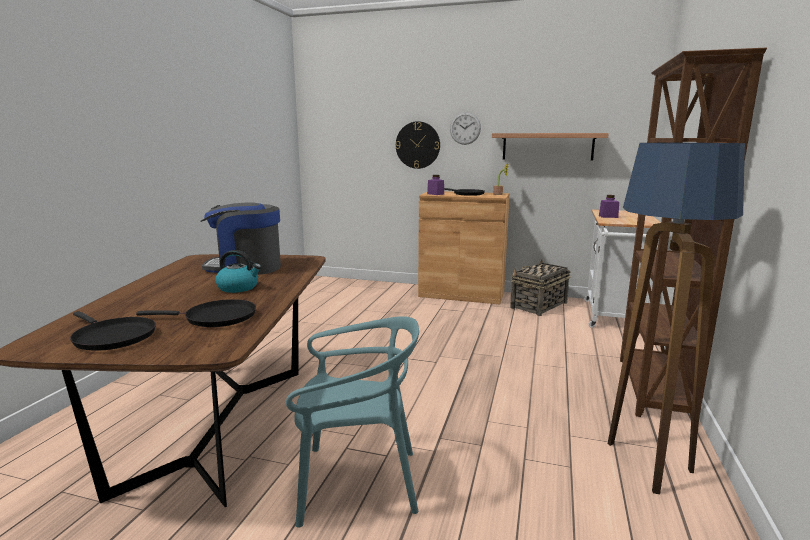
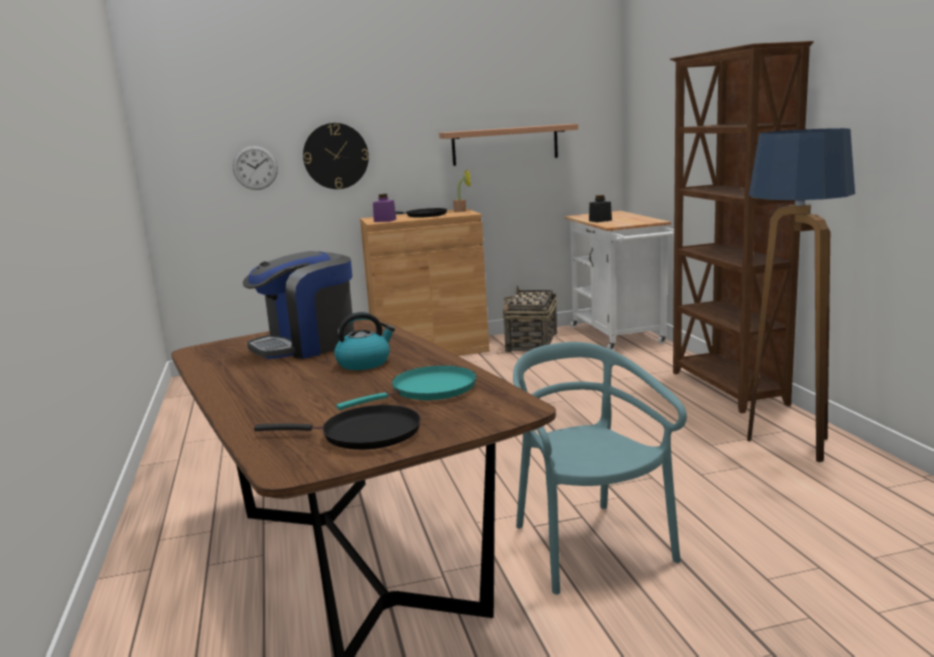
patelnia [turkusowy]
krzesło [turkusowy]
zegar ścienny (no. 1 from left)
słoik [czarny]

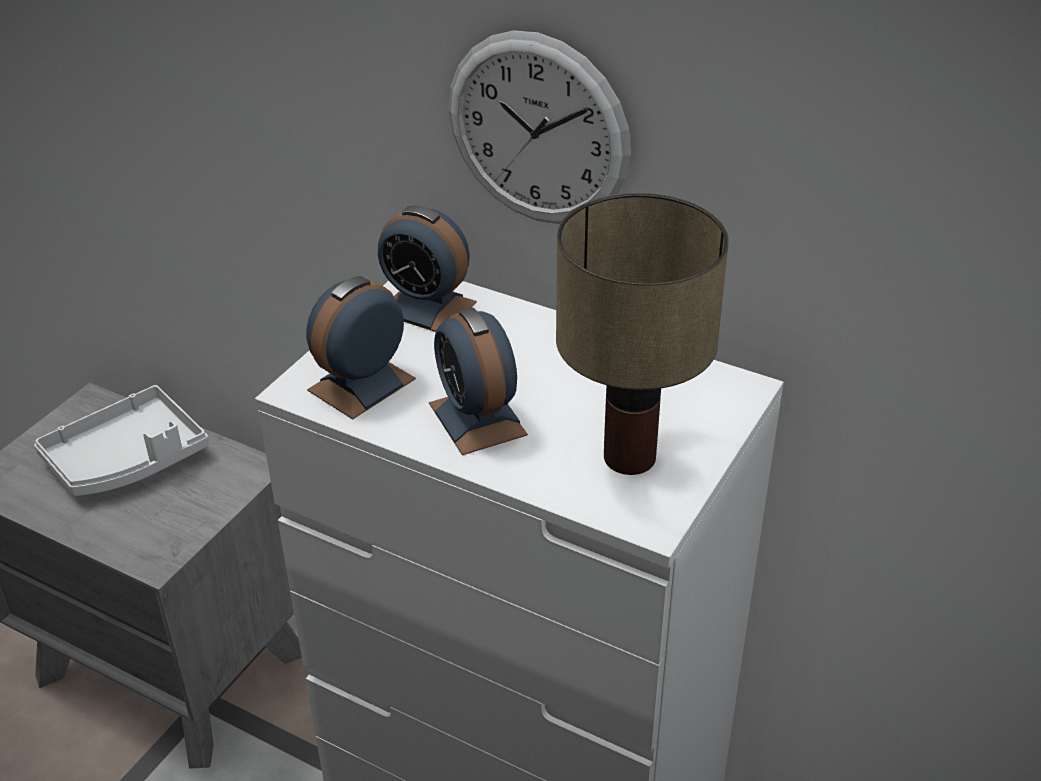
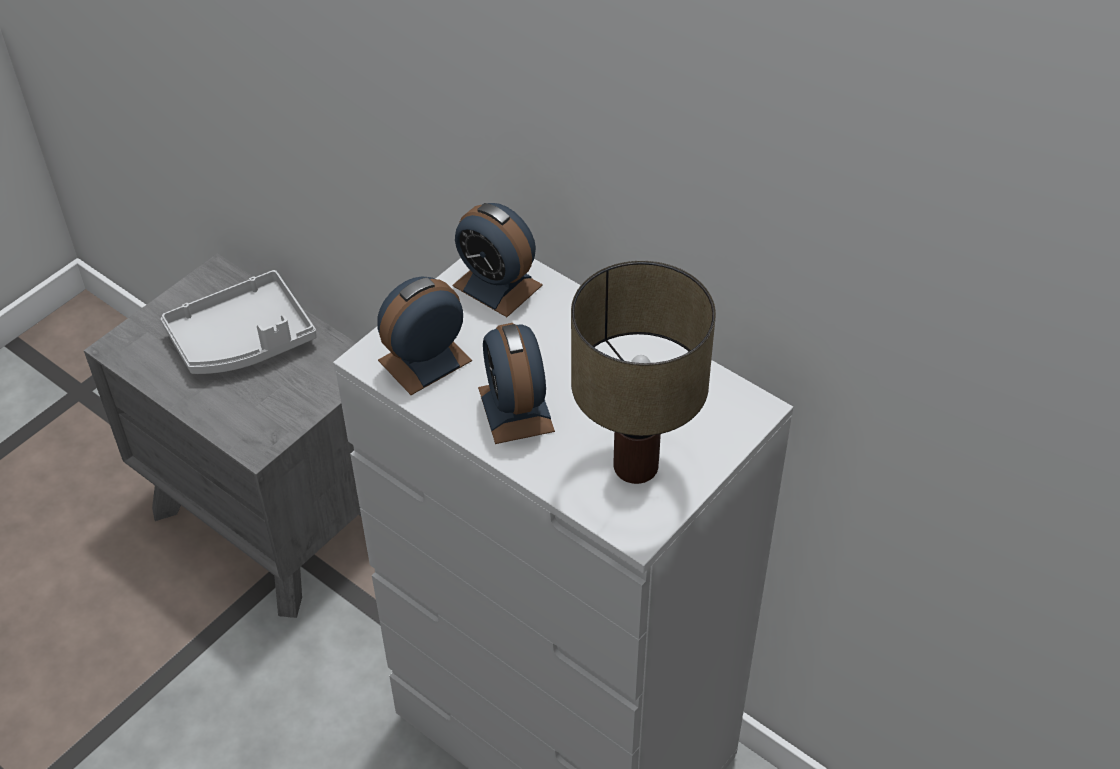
zegar ścienny

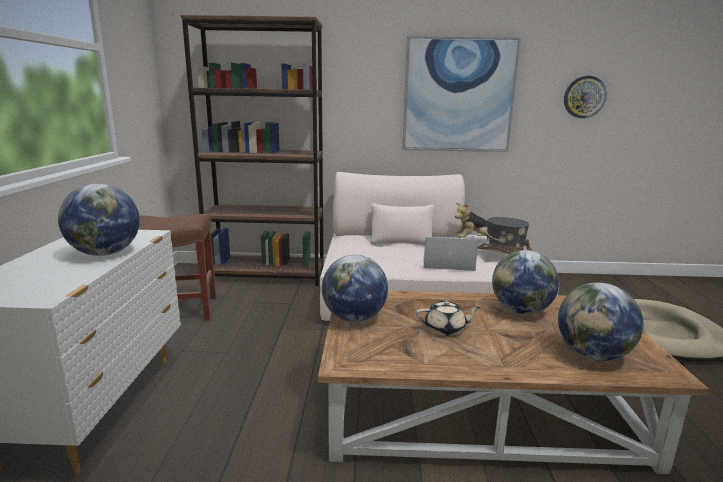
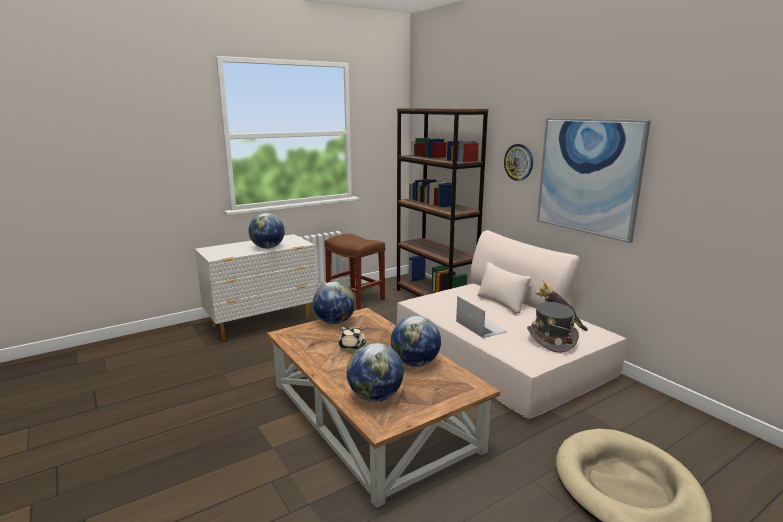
zegar ścienny

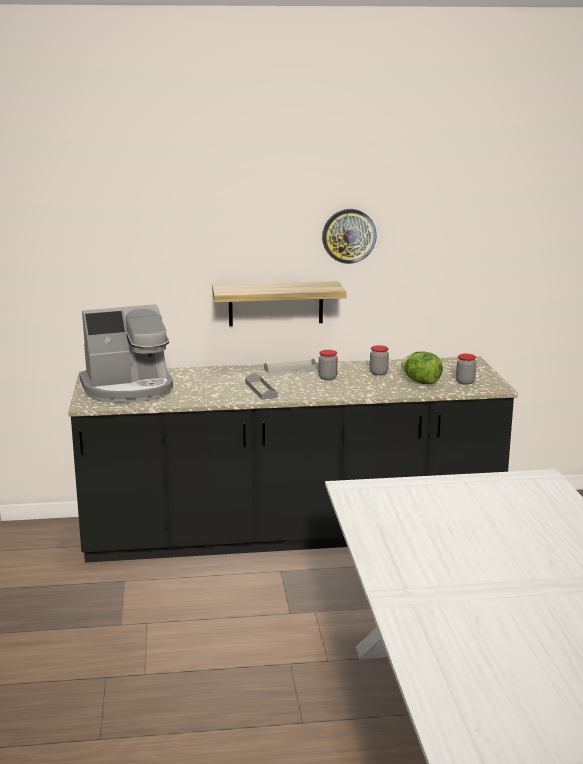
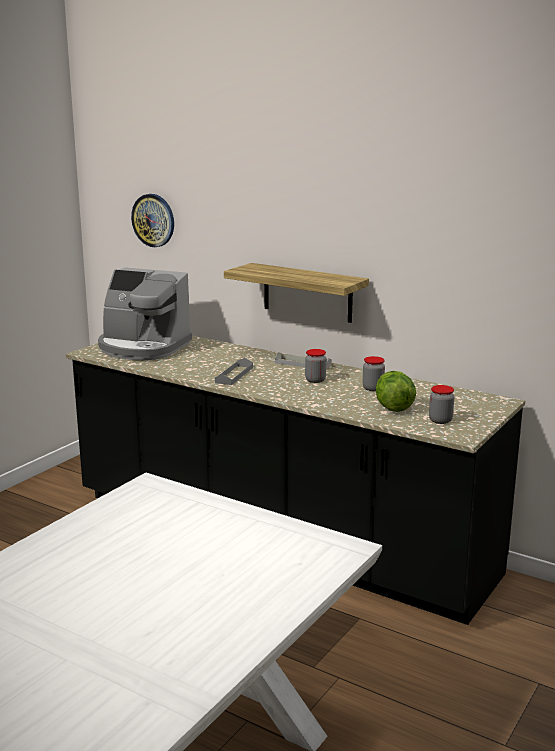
zegar ścienny

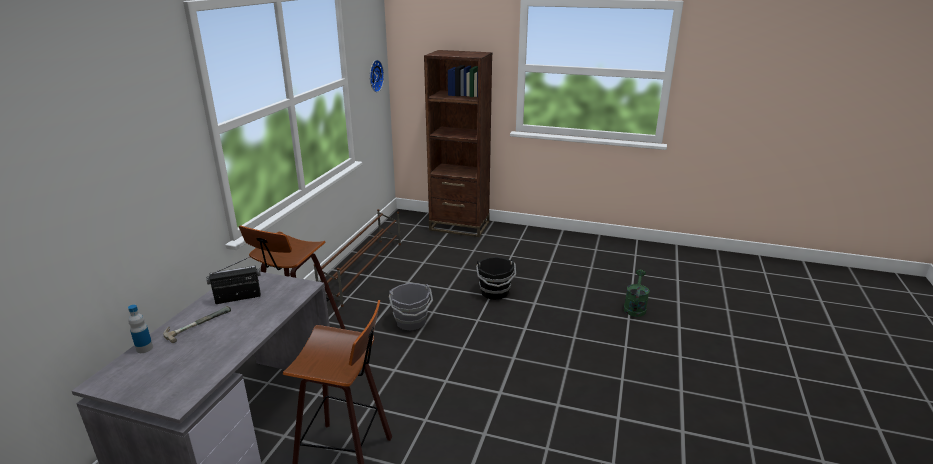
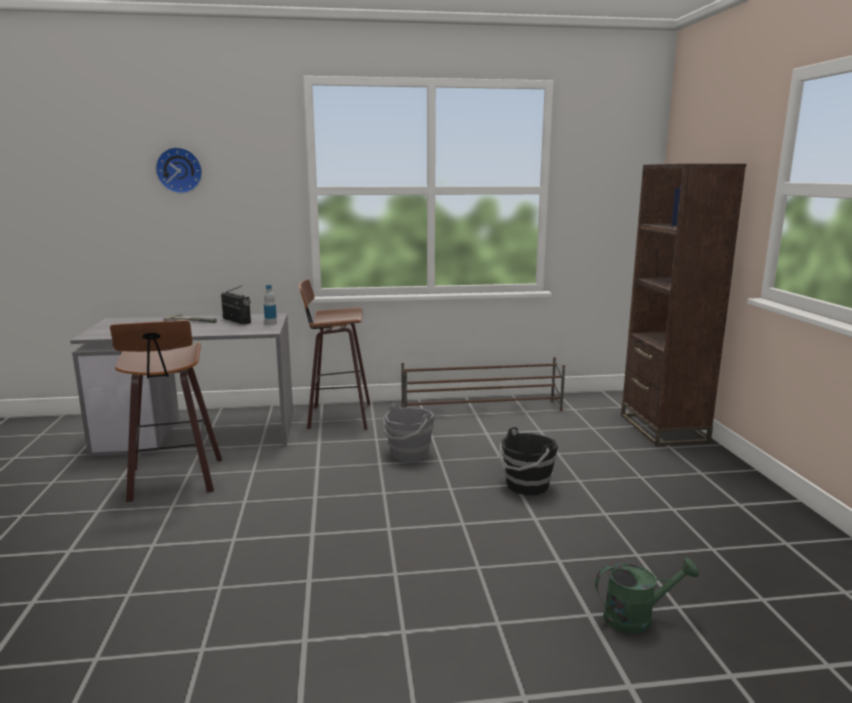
butelka
zegar ścienny

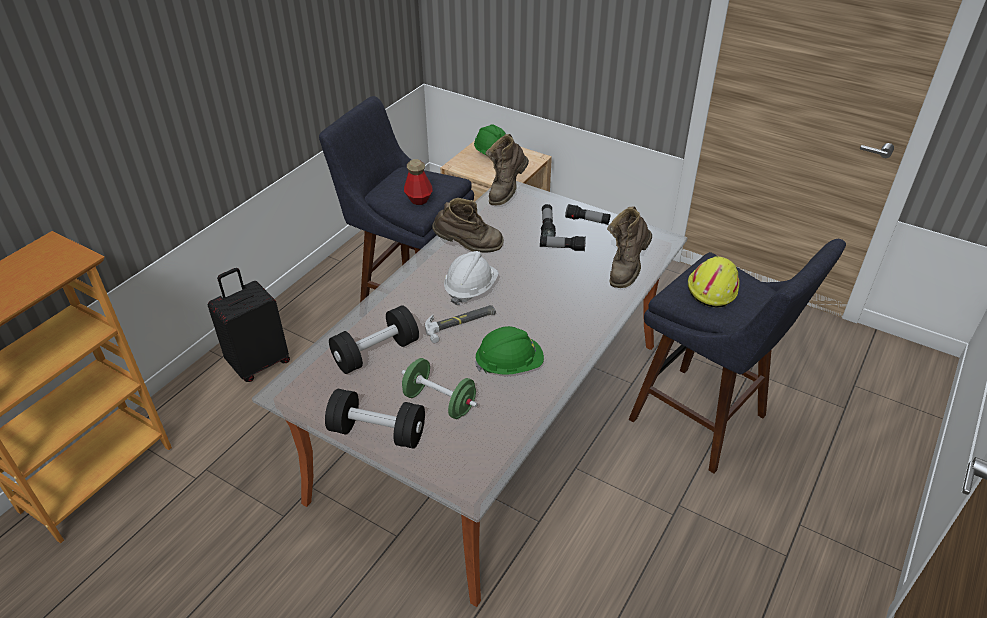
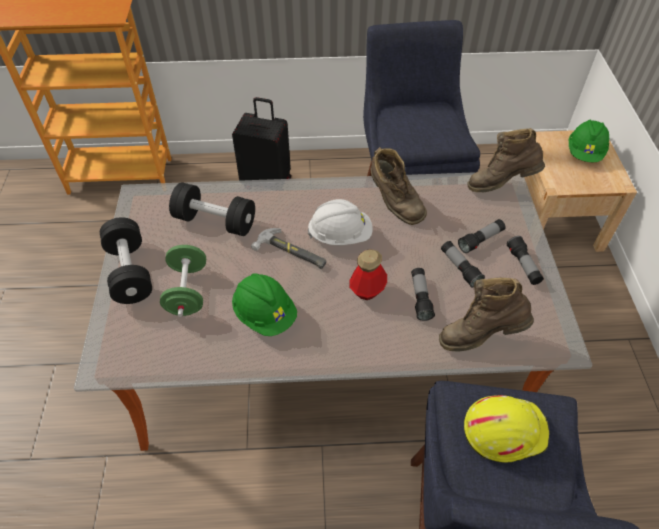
butelka
latarka (no. 1 from left)

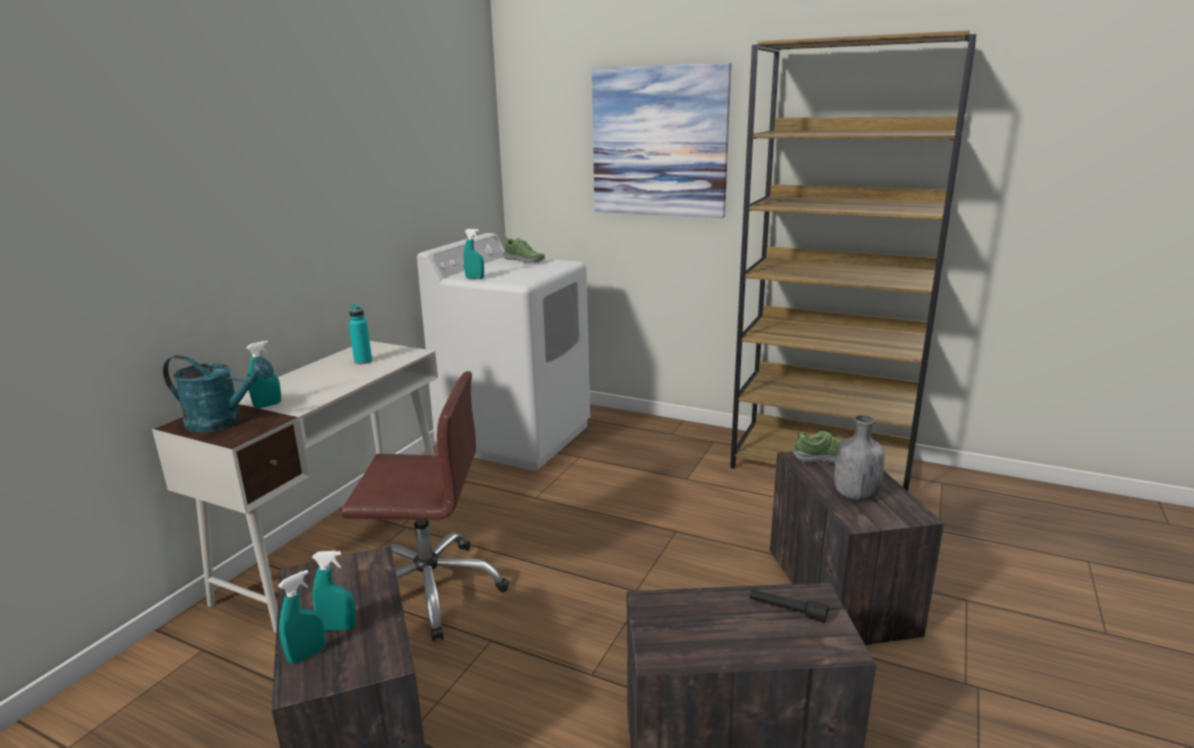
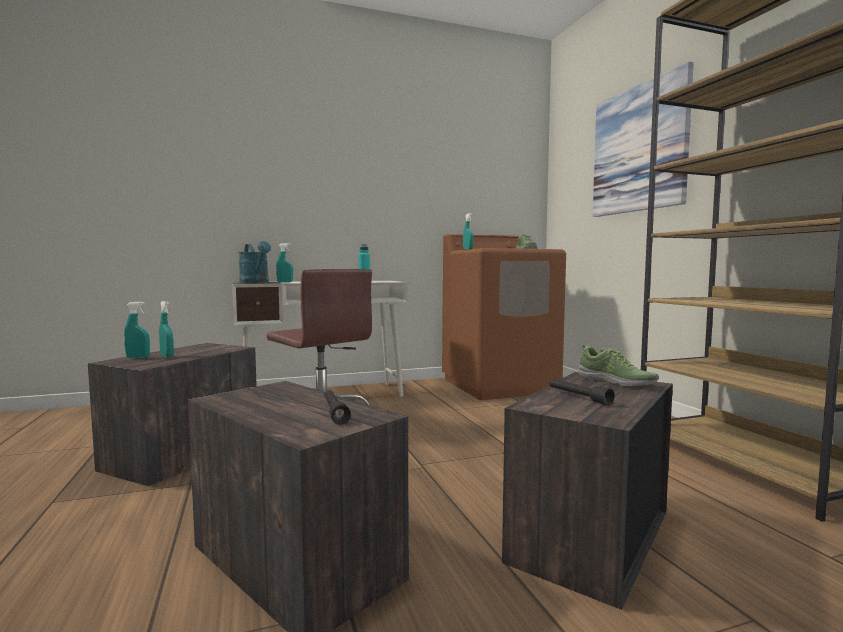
pralka [brązowy]
latarka [czarny] (no. 2 from left)

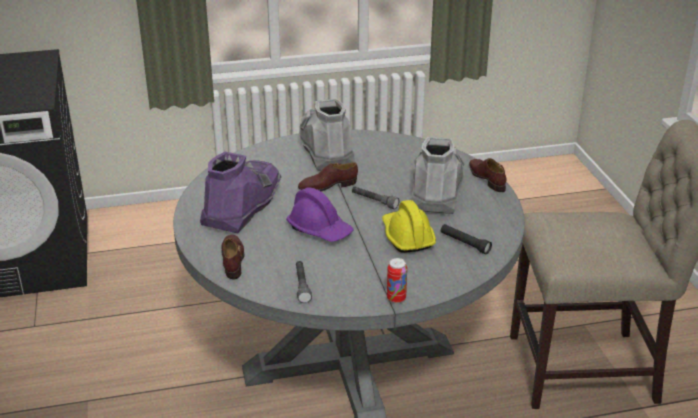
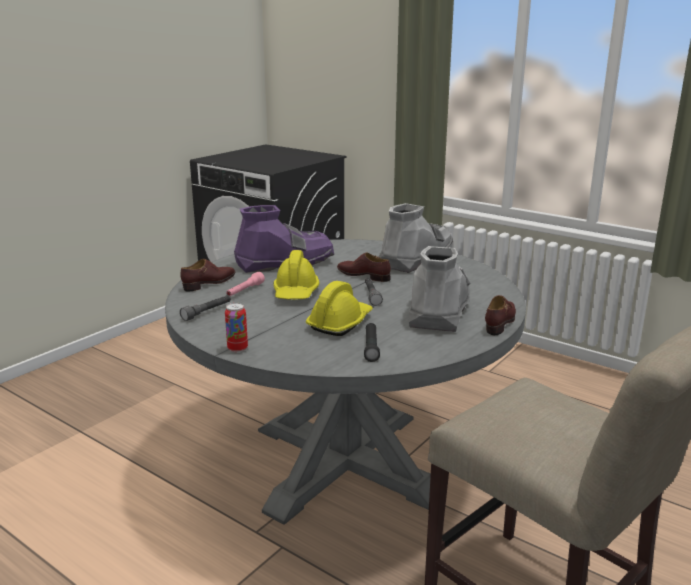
kask [żółty] (no. 1 from left)
but z cholewką [szary] (no. 2 from left)
latarka [różowy]

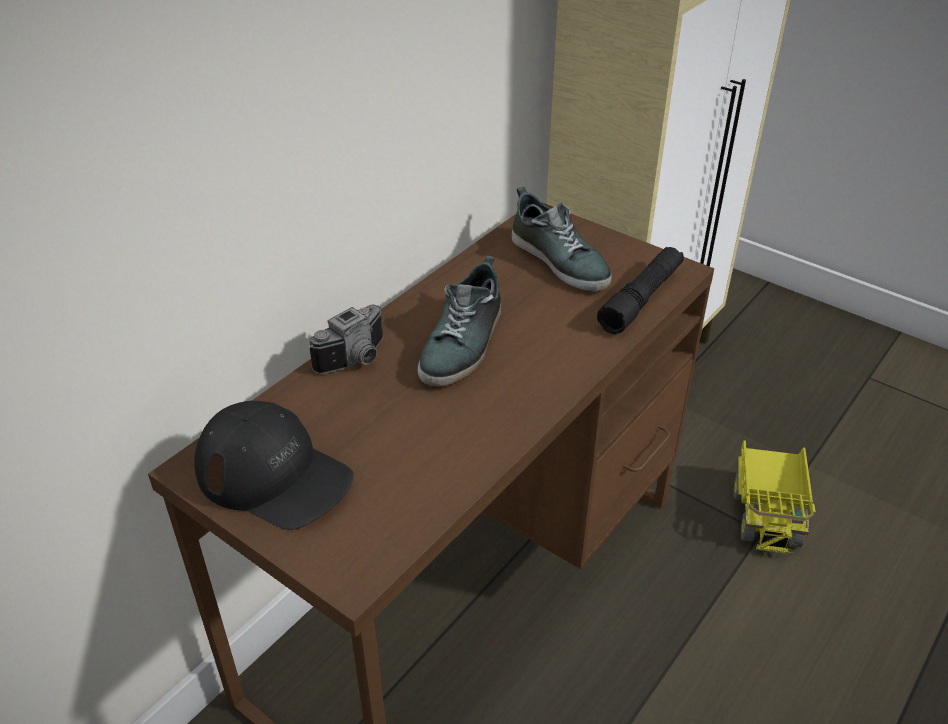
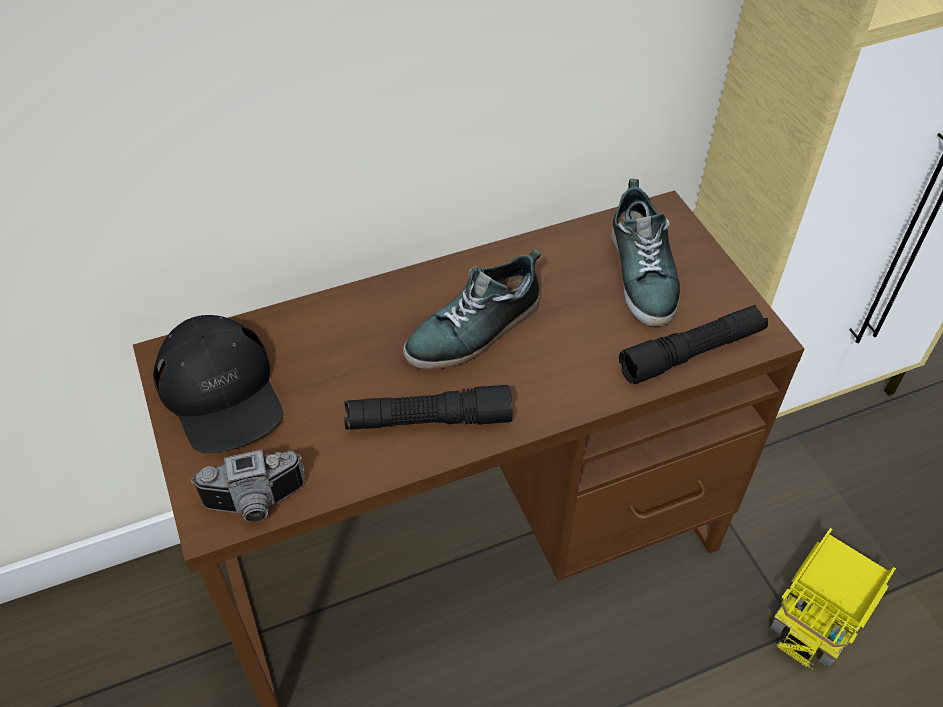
aparat fotograficzny
latarka [czarny] (no. 1 from left)

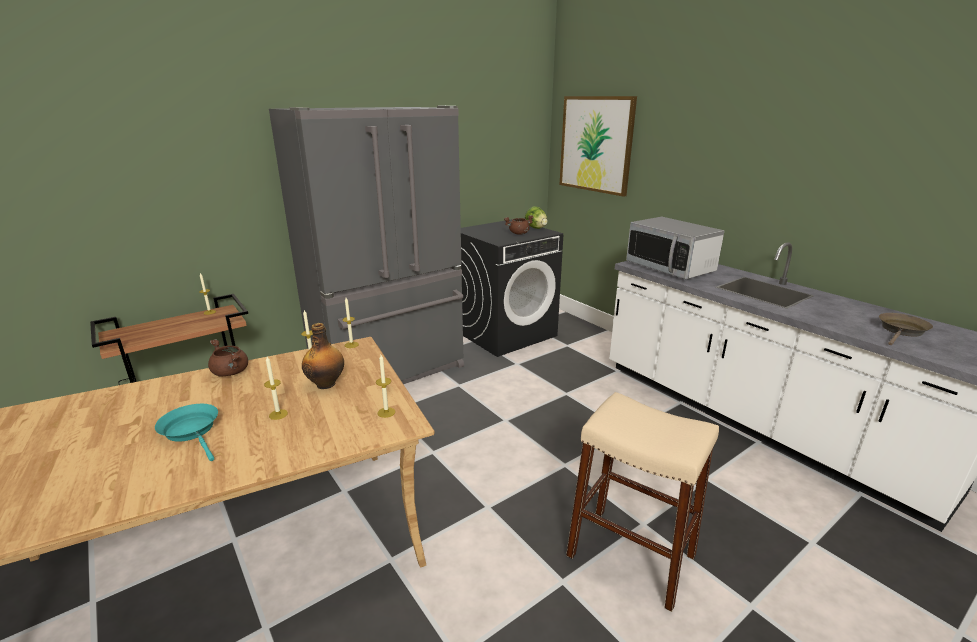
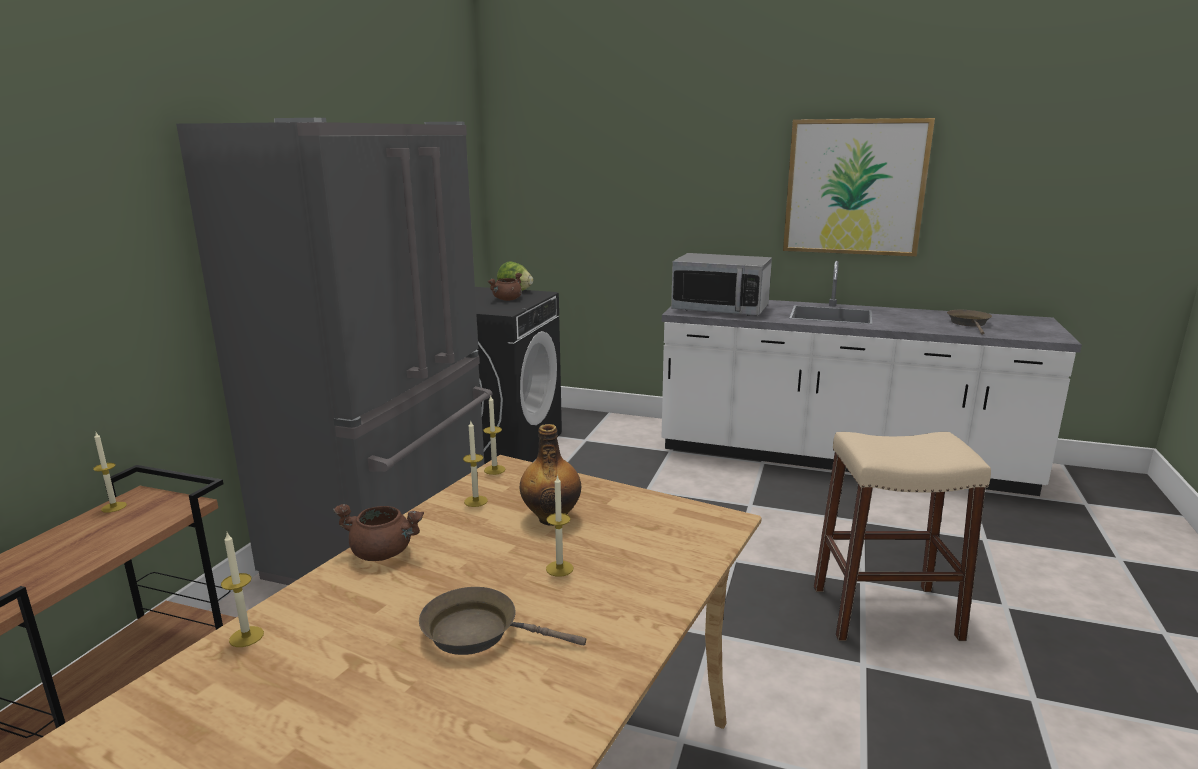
patelnia [brązowy] (no. 1 from left)
świeca (no. 2 from left)
obraz

